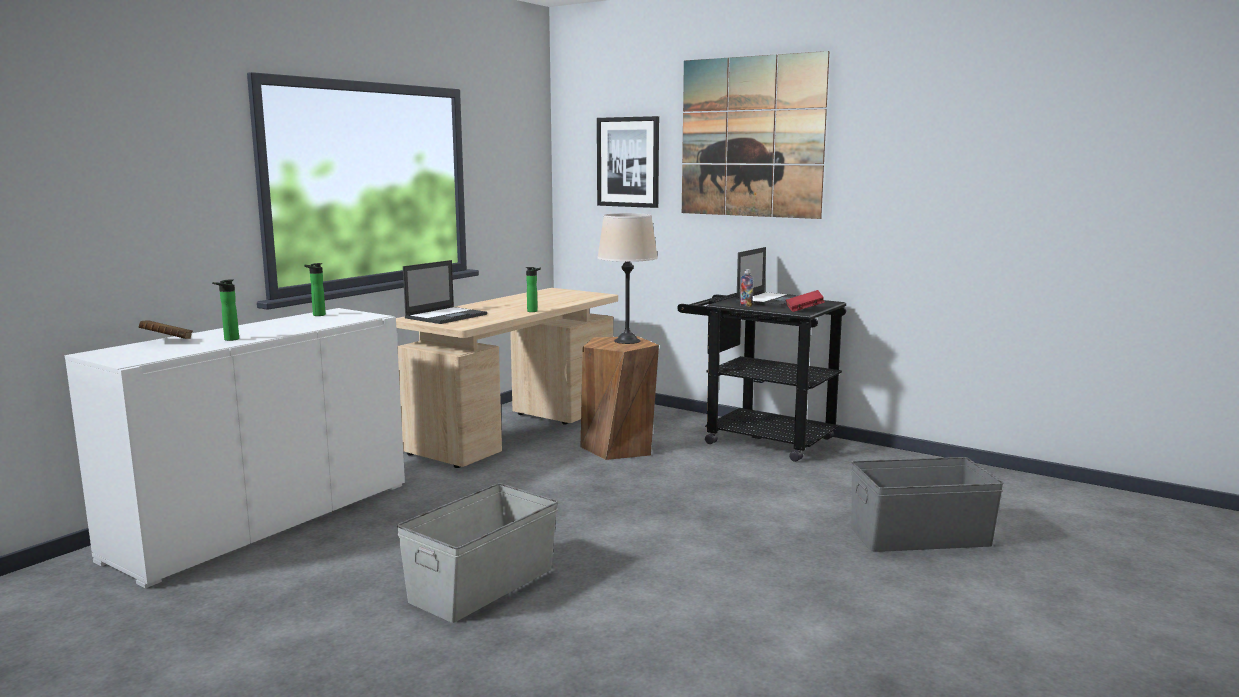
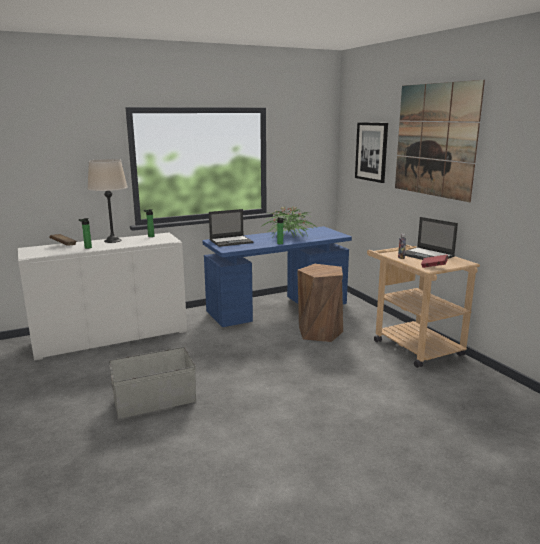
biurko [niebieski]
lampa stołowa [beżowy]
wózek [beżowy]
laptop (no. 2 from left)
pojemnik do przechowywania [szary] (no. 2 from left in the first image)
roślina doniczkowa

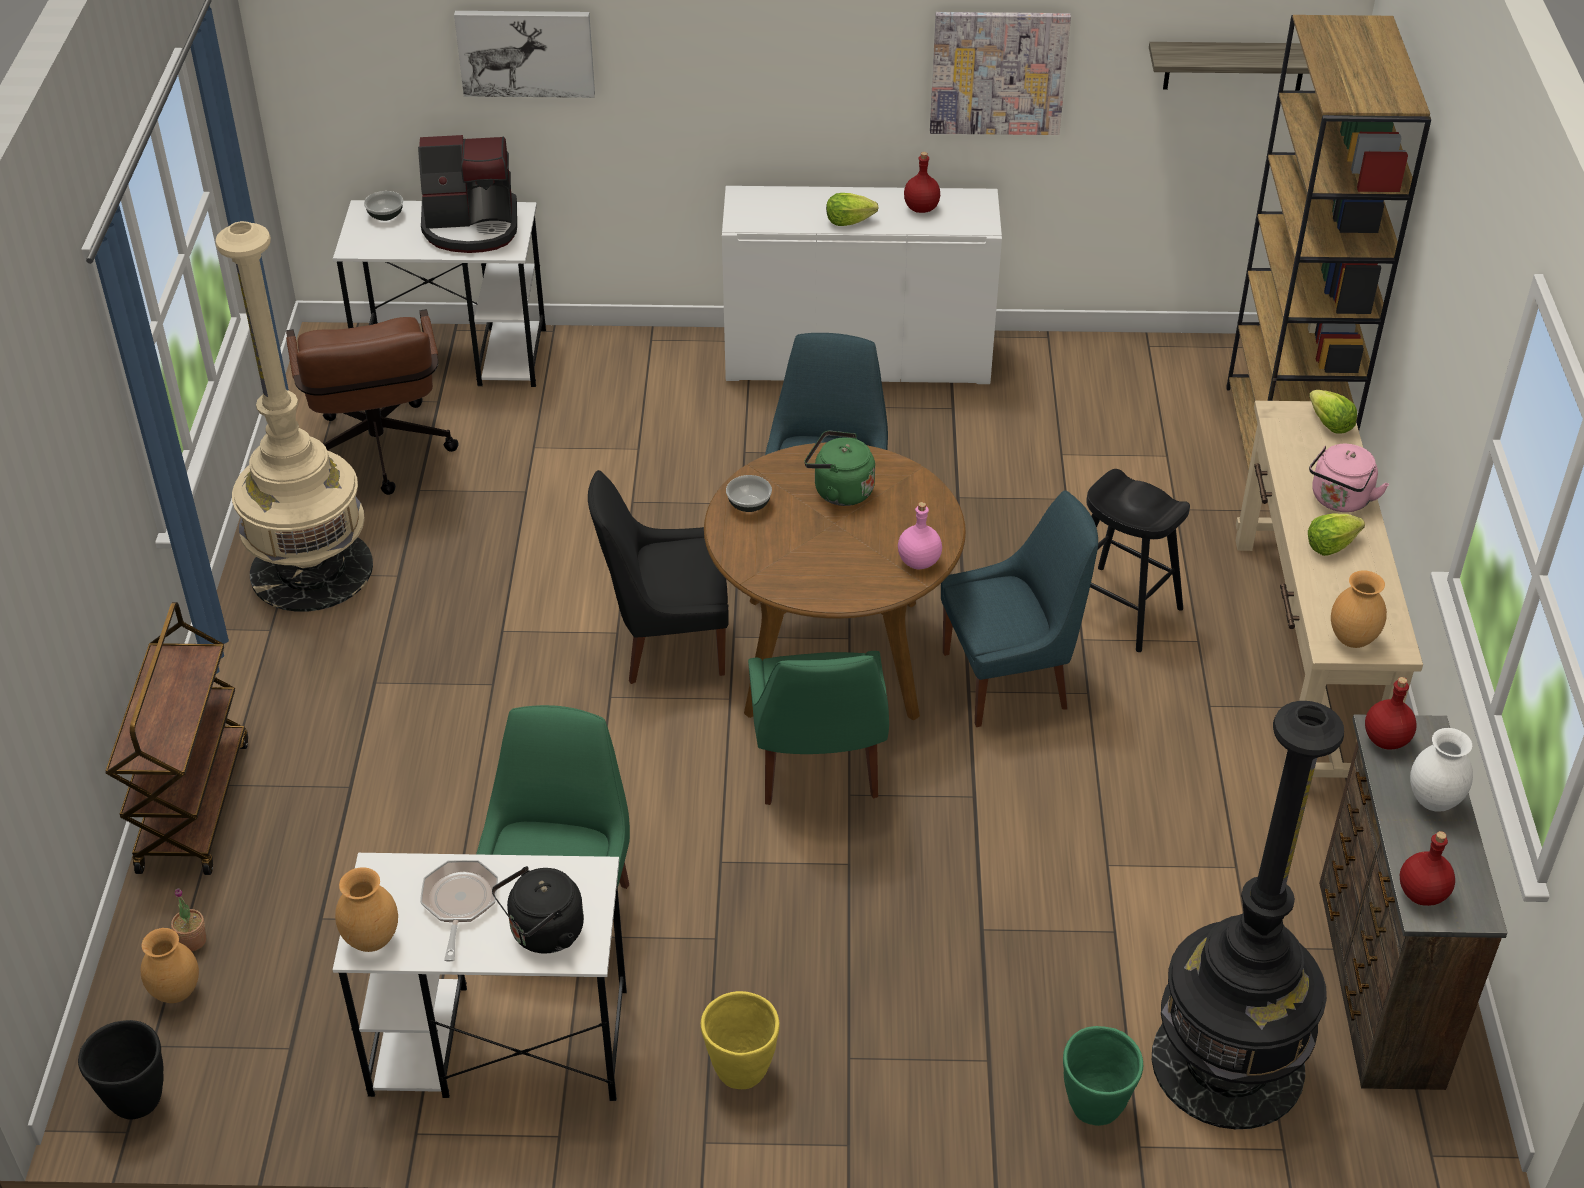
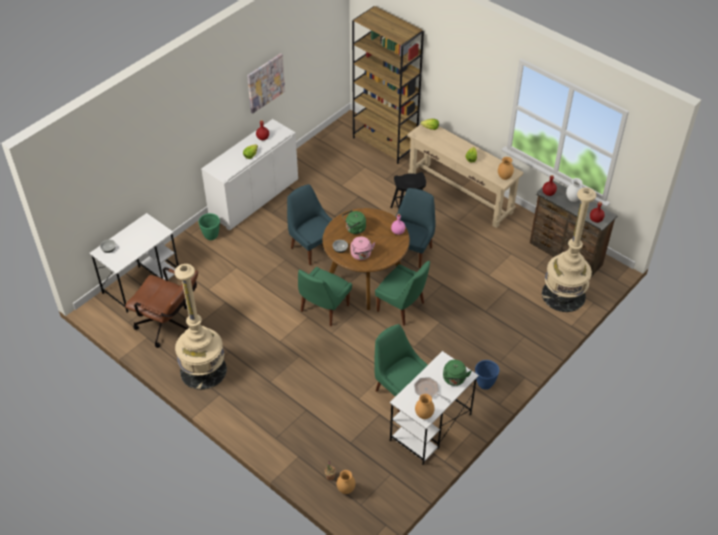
donica [czarny]
wózek [brązowy]
ekspres do kawy
obraz (no. 1 from left in the first image)
czajnik [zielony] (no. 2 from left)
krzesło [zielony] (no. 1 from left)
donica [niebieski]
donica [zielony]
półka
lampa stojąca [beżowy] (no. 2 from left)
czajnik [różowy]

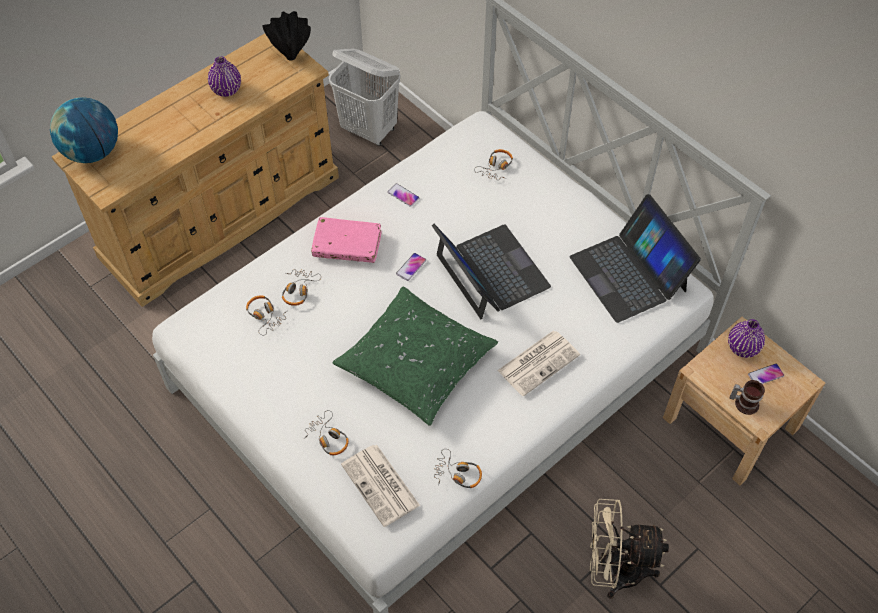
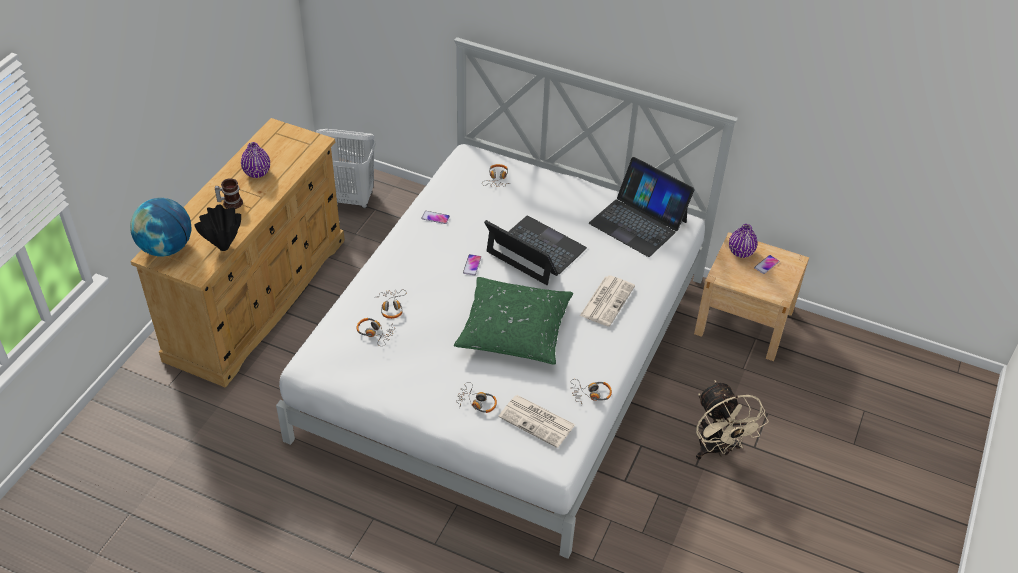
wazon [czarny]
książka [różowy]
wentylator [beżowy]
kubek

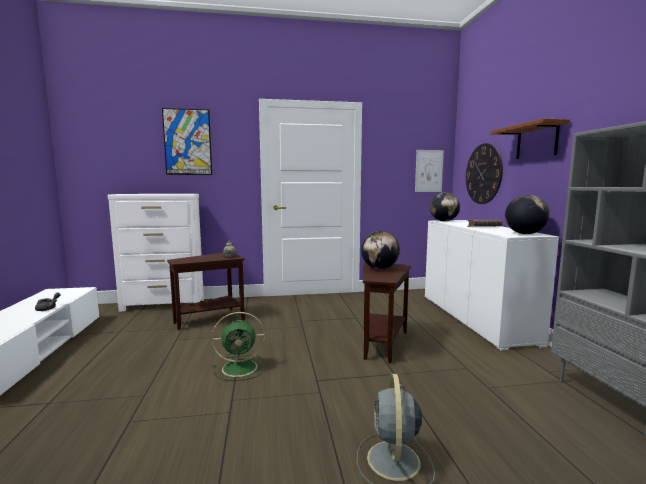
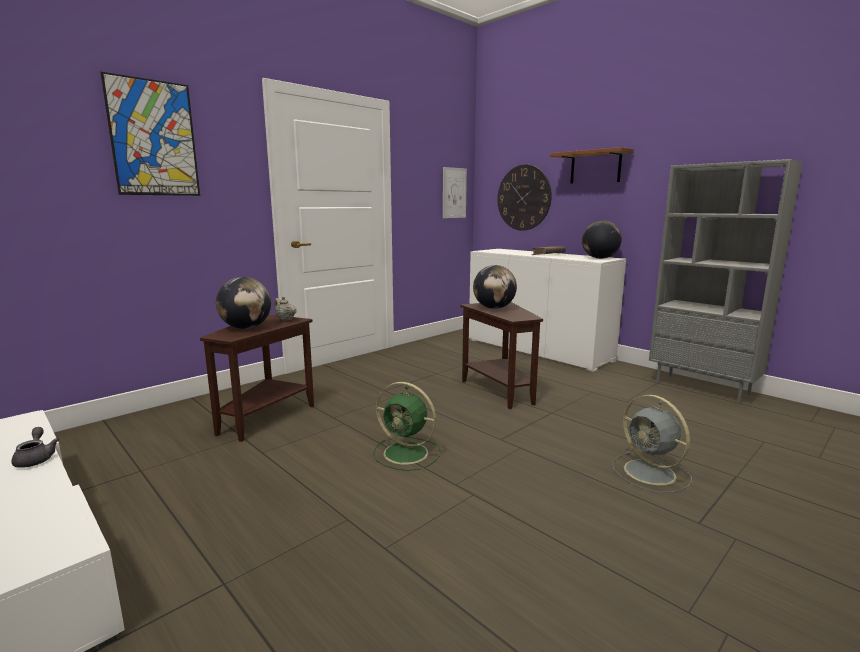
komoda [biały]
wentylator [zielony]
globus (no. 1 from left)

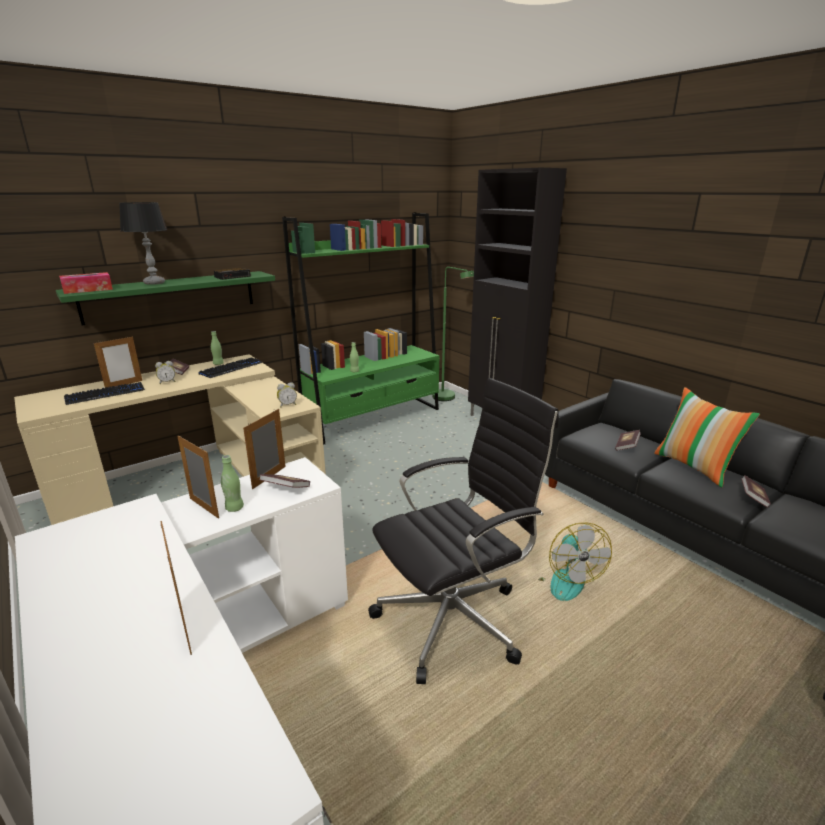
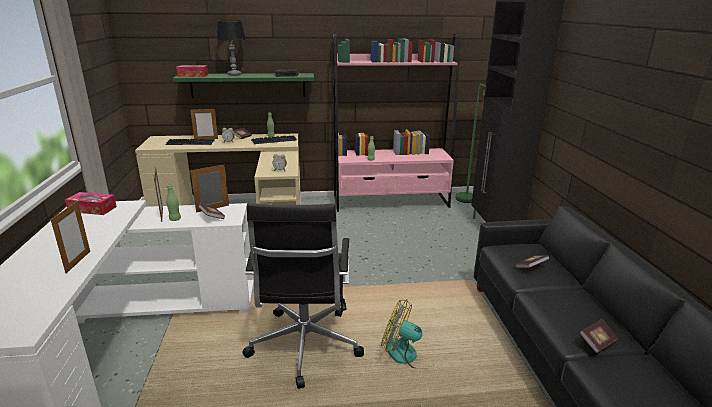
regał [różowy]
krzesło biurowe [czarny]
wentylator
poduszka
pudełko chusteczek (no. 1 from left)

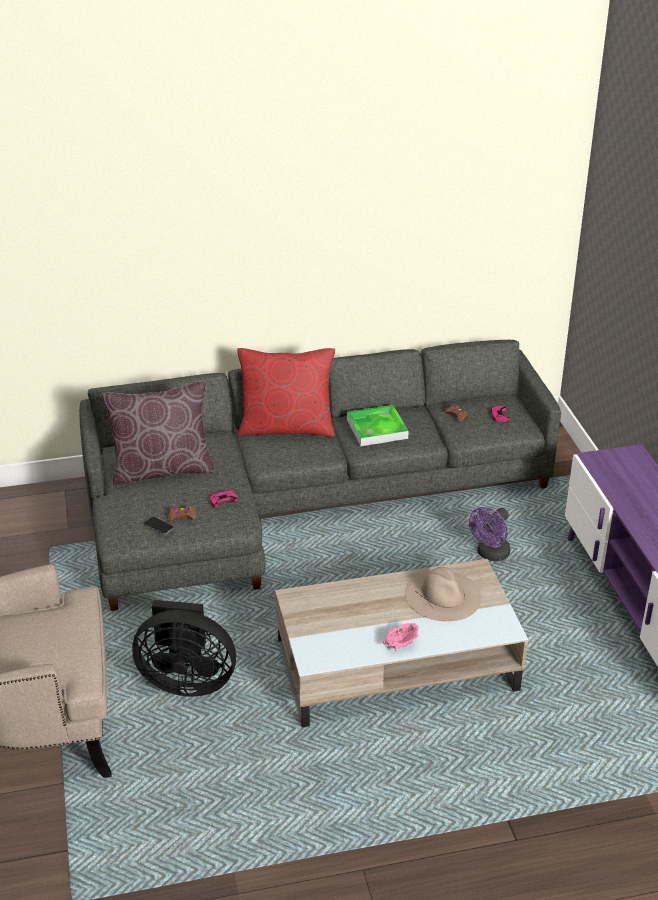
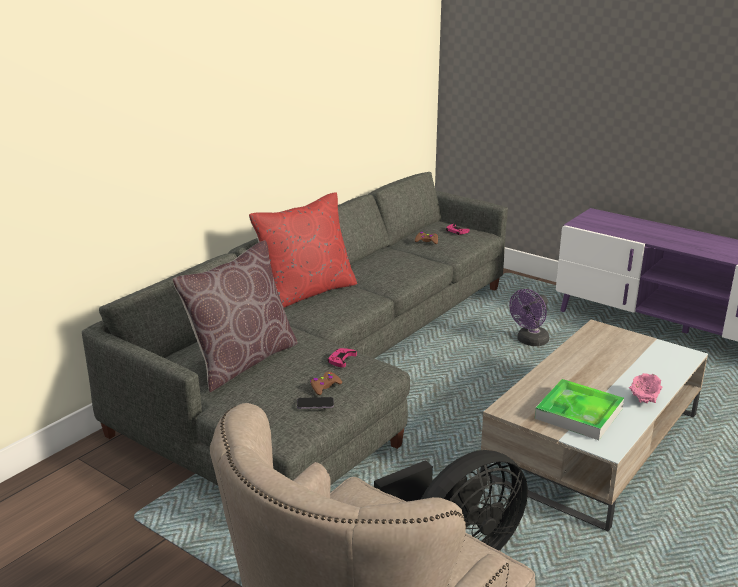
taca
kapelusz [beżowy]
wentylator [fioletowy]

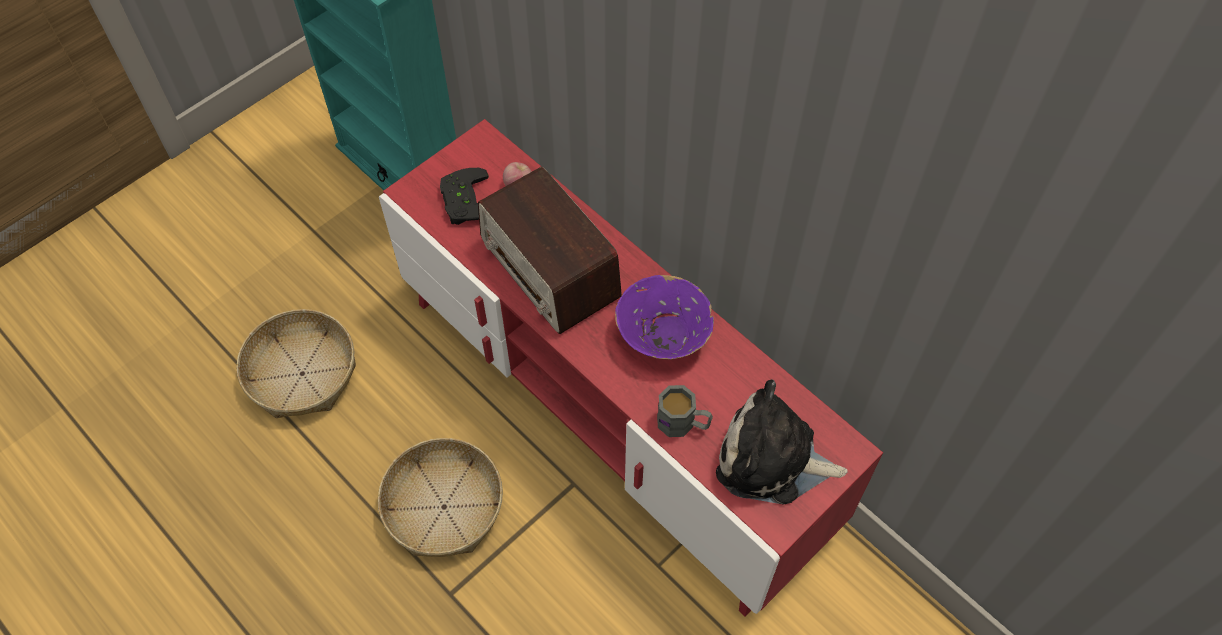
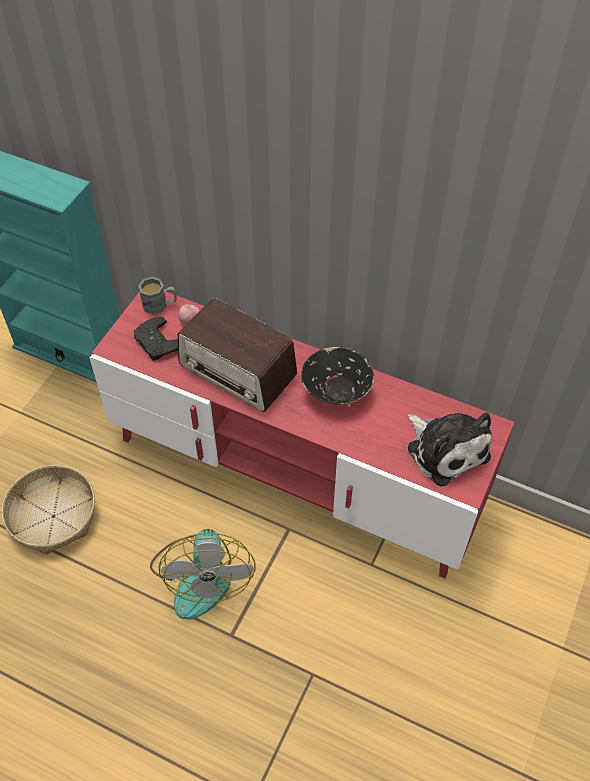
wentylator
miska [czarny]
kubek [szary]
pluszak

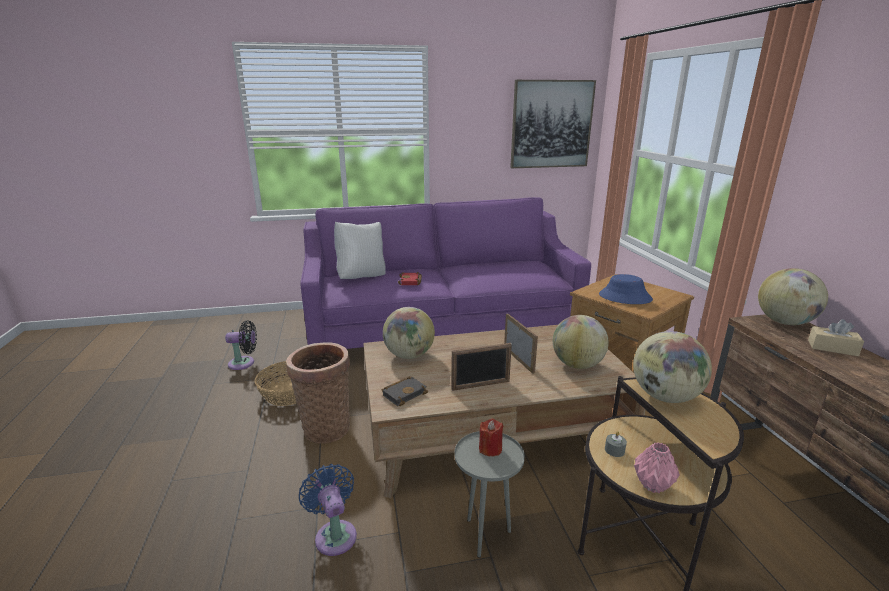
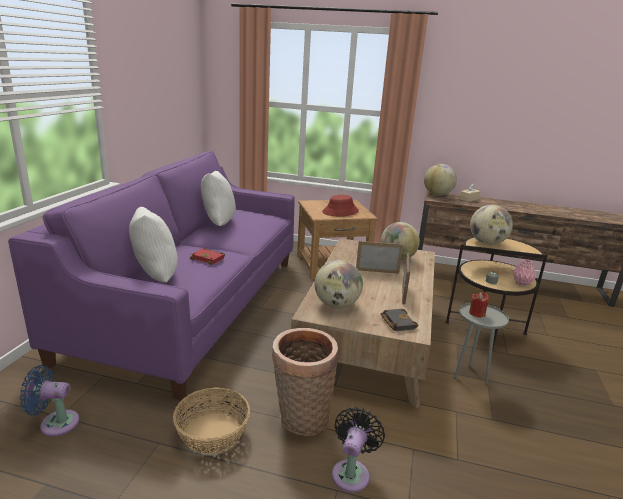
wentylator [czarny]
wentylator [niebieski]
obraz
kapelusz [czerwony]
poduszka [biały] (no. 2 from left)

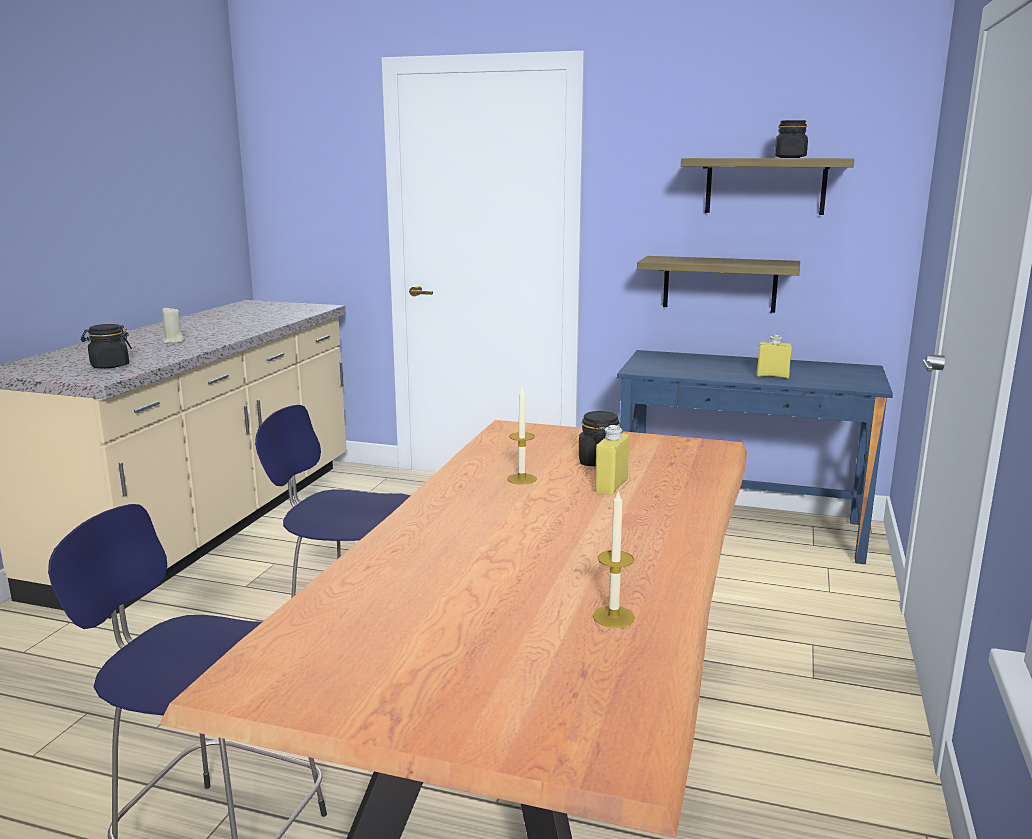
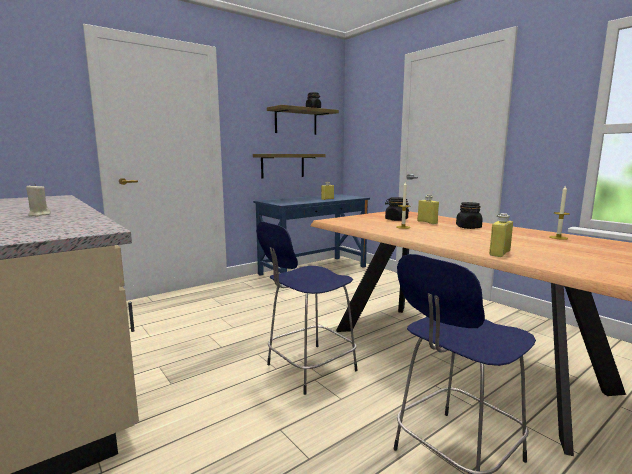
słoik [czarny] (no. 3 from left)
butelka [żółty] (no. 3 from left)

